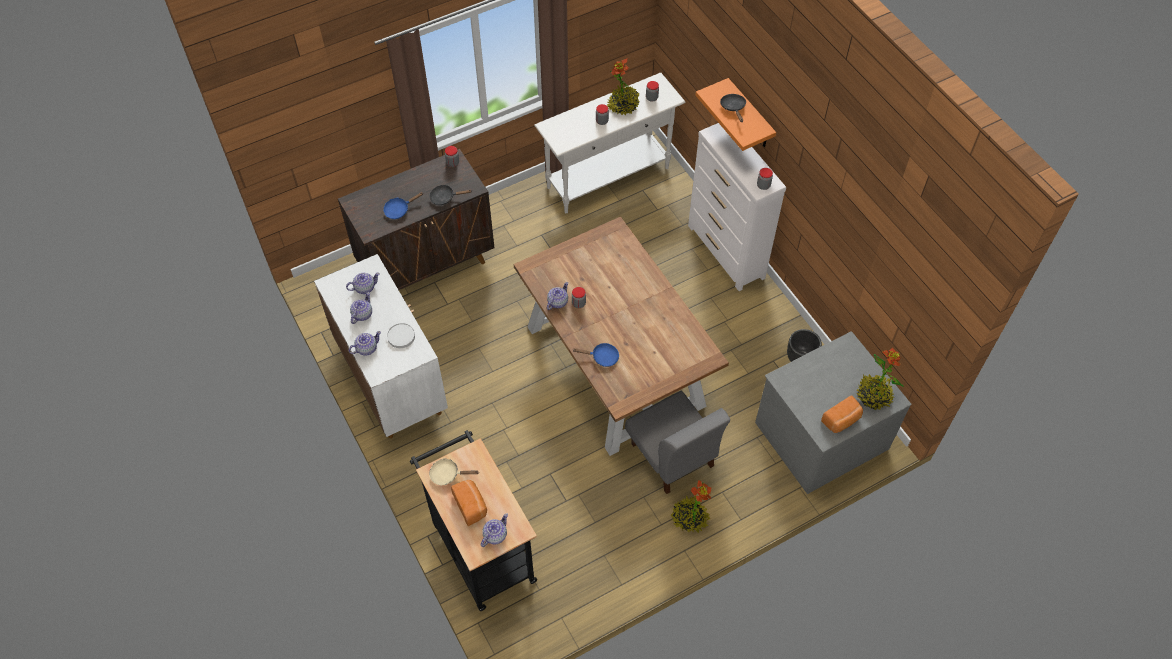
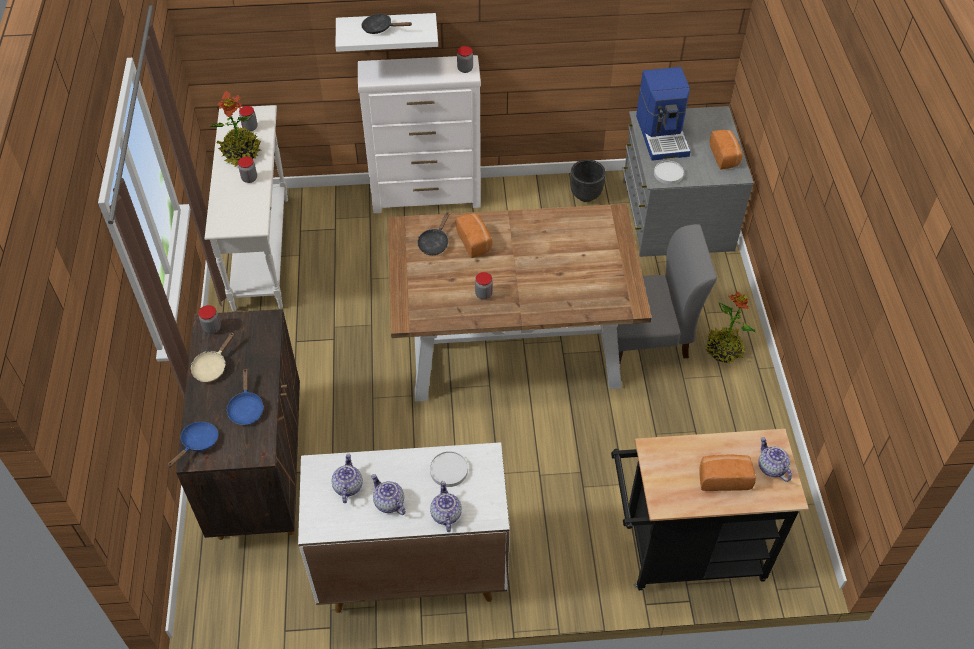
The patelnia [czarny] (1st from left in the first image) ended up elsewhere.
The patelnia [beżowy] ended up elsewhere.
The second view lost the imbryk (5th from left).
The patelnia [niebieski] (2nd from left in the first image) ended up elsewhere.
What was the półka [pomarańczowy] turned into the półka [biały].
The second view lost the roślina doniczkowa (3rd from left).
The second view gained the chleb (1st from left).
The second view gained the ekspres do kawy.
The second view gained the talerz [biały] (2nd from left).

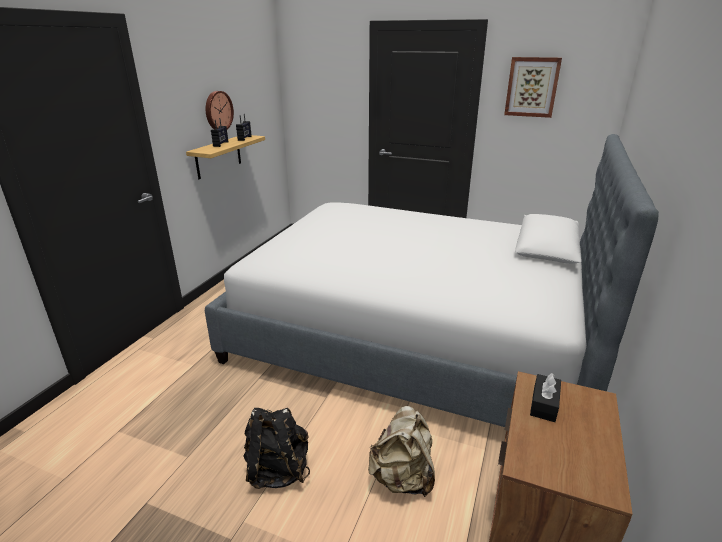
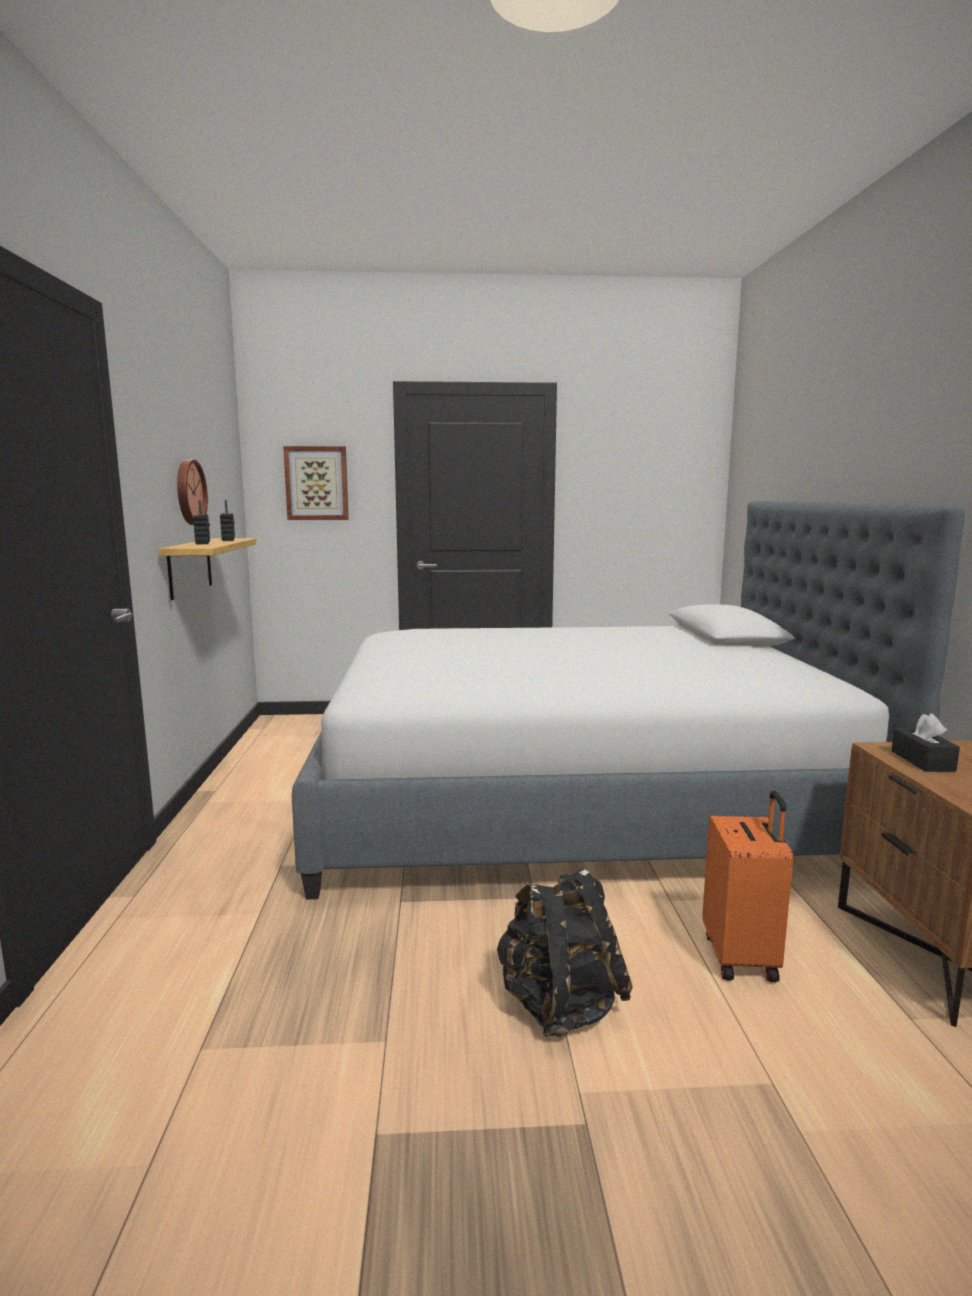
Where the plecak [beżowy] stood, the walizka [pomarańczowy] came to stand.
The obraz ended up elsewhere.

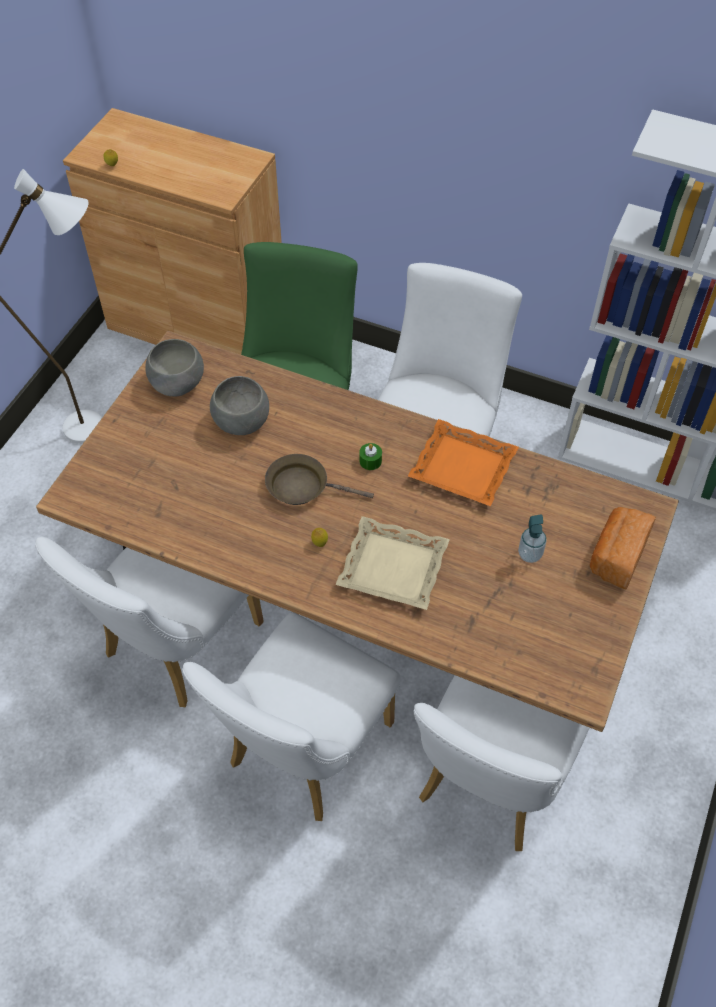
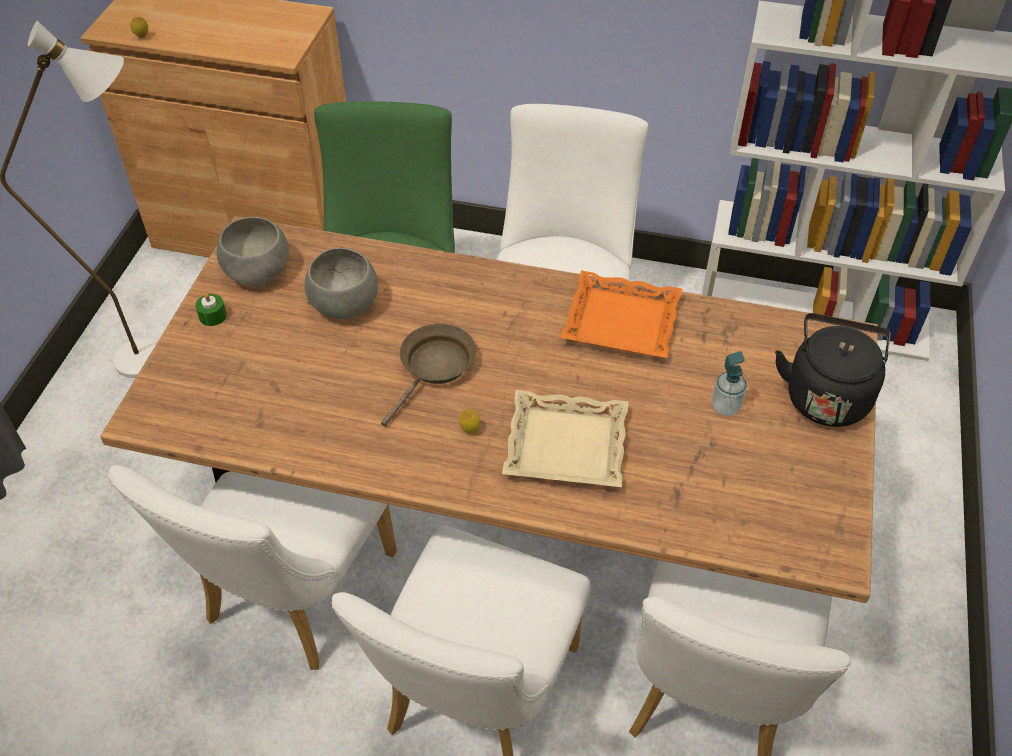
The patelnia [brązowy] ended up facing another way, 120 degrees clockwise from before.
The świeca [zielony] ended up elsewhere.
Where the chleb stood, the czajnik [czarny] came to stand.

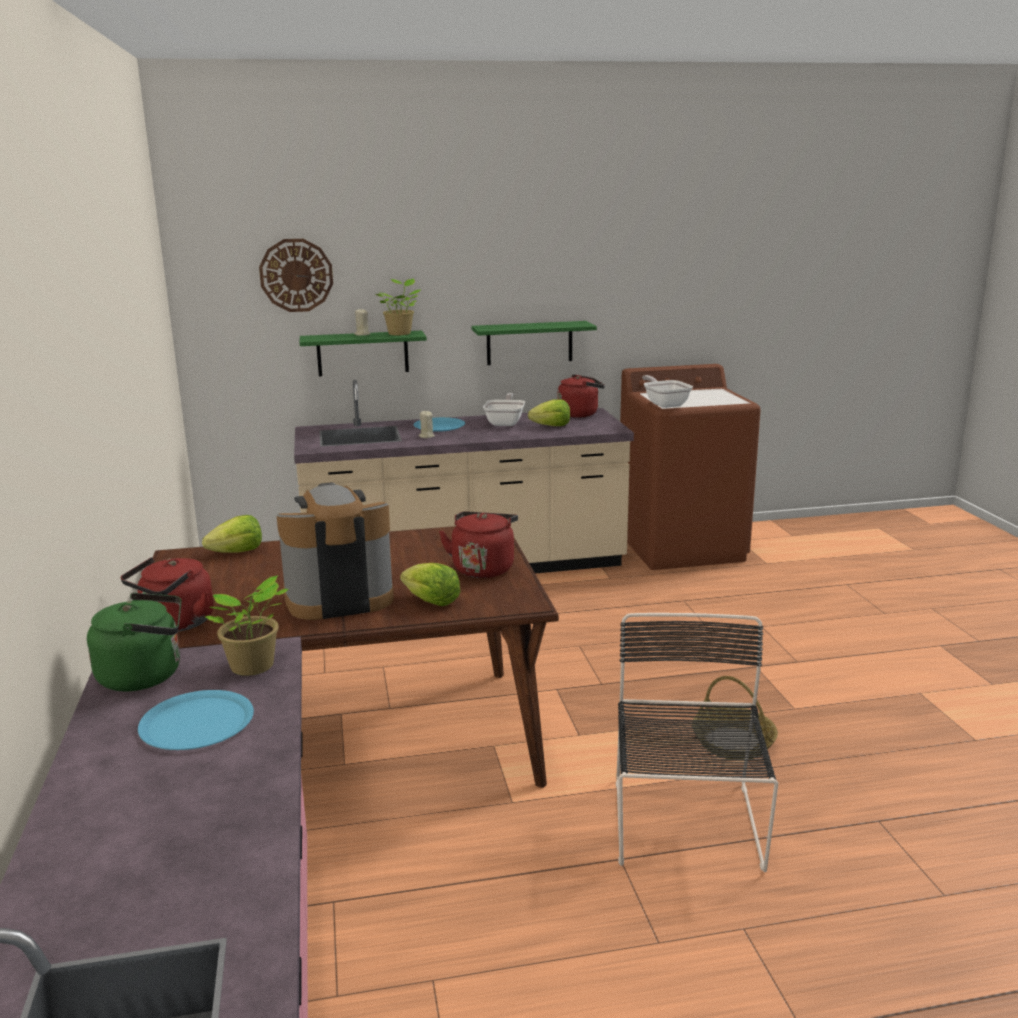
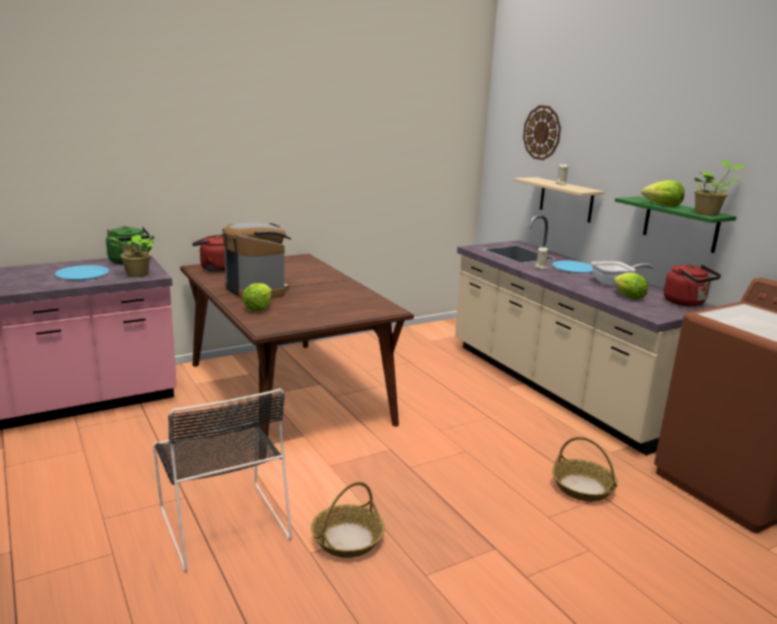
The sałata (1st from left in the first image) ended up elsewhere.
What was the półka [zielony] (1st from left) turned into the półka [beżowy].
The roślina doniczkowa (2nd from left) ended up elsewhere.
The second view lost the czajnik [czerwony] (2nd from left).
The krzesło [czarny] ended up facing another way, 75 degrees clockwise from before.
The second view lost the patelnia (2nd from left).
The second view gained the koszyk (2nd from left).

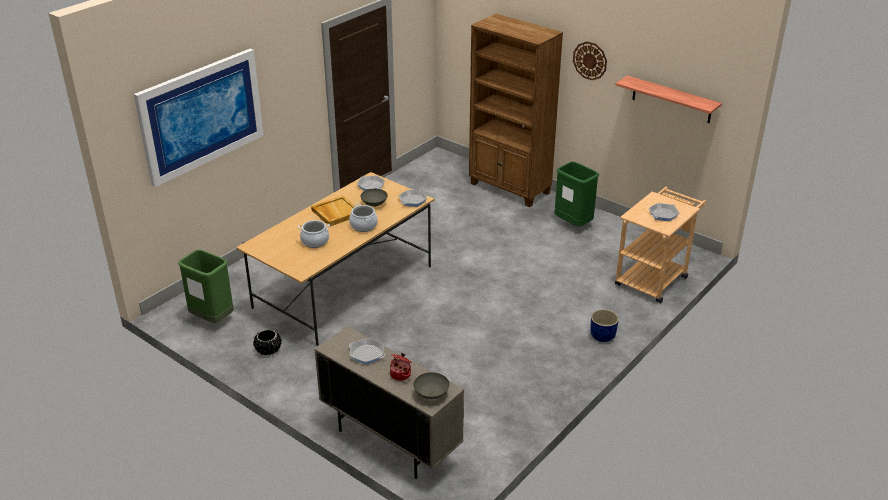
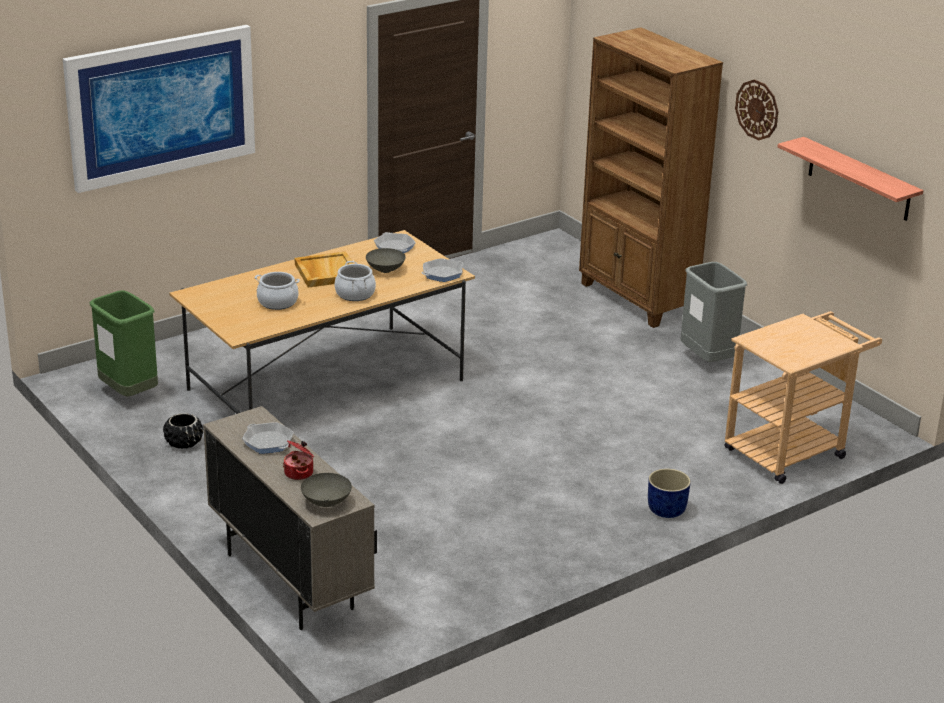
What was the kosz na śmieci [zielony] (2nd from left) turned into the kosz na śmieci [szary].
The second view lost the patelnia (4th from left).

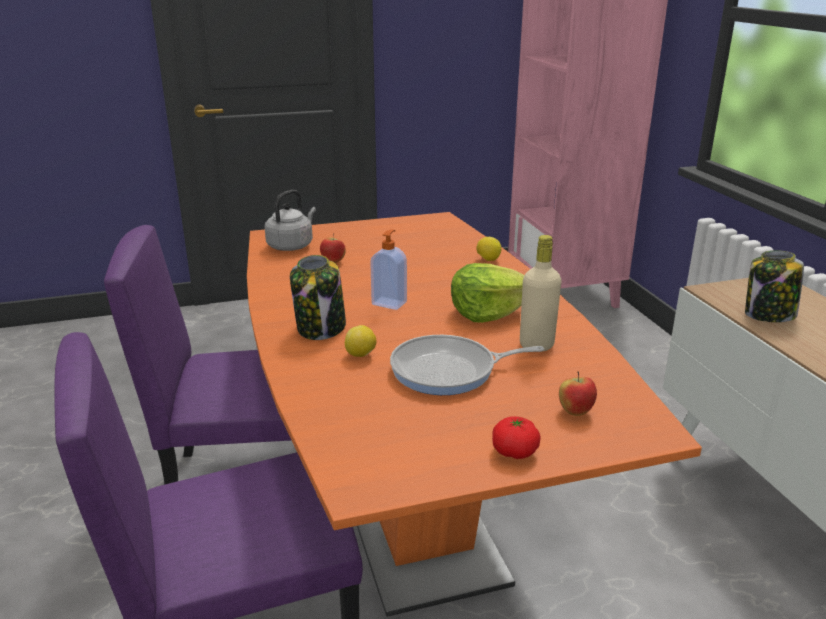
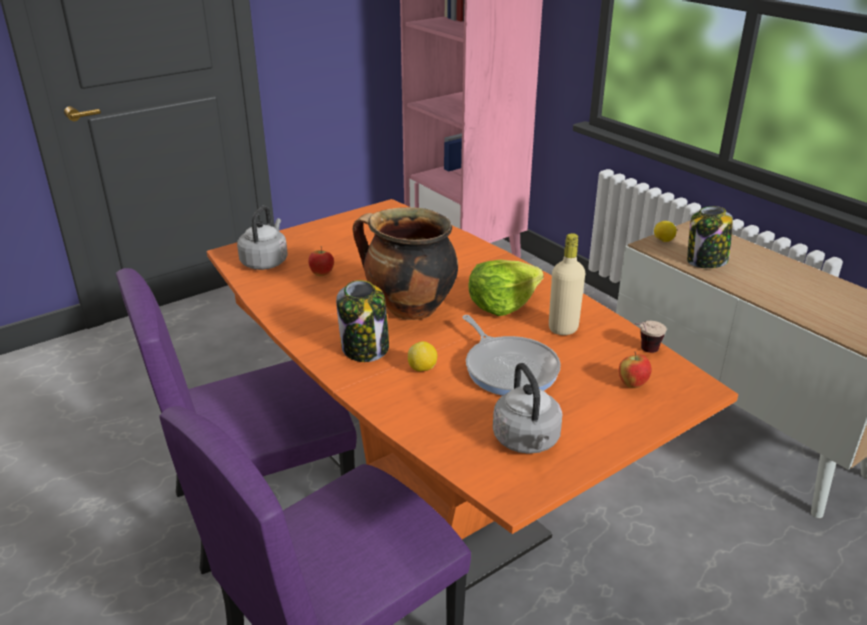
Where the dozownik mydła stood, the garnek came to stand.
The patelnia ended up facing another way, 90 degrees counterclockwise from before.
The cytryna (2nd from left) ended up elsewhere.
The second view lost the pomidor.
The second view gained the czajnik [szary] (2nd from left).
The second view gained the filiżanka.

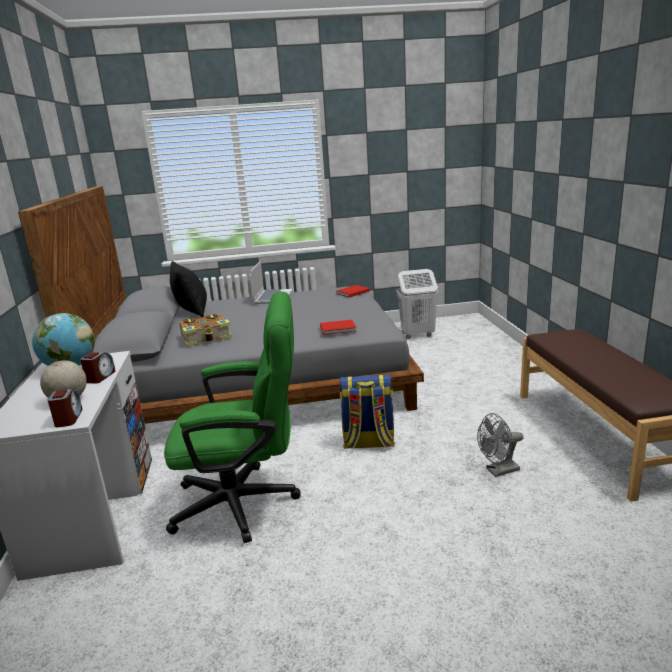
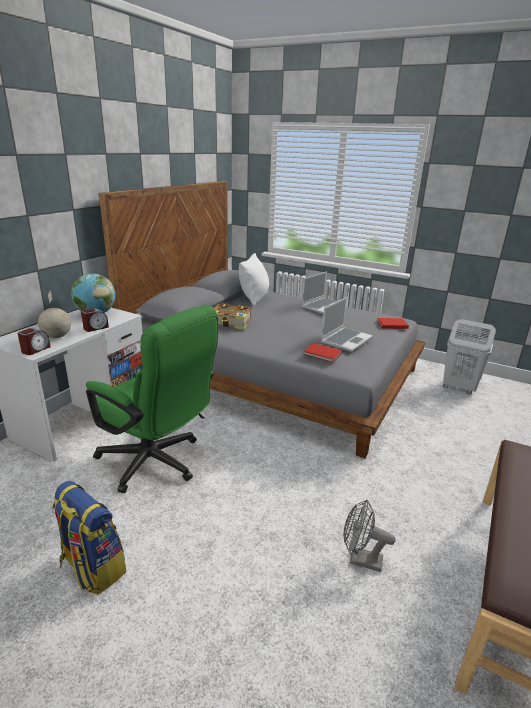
What was the poduszka [czarny] turned into the poduszka [biały].
The plecak ended up elsewhere.
The second view gained the laptop (2nd from left).

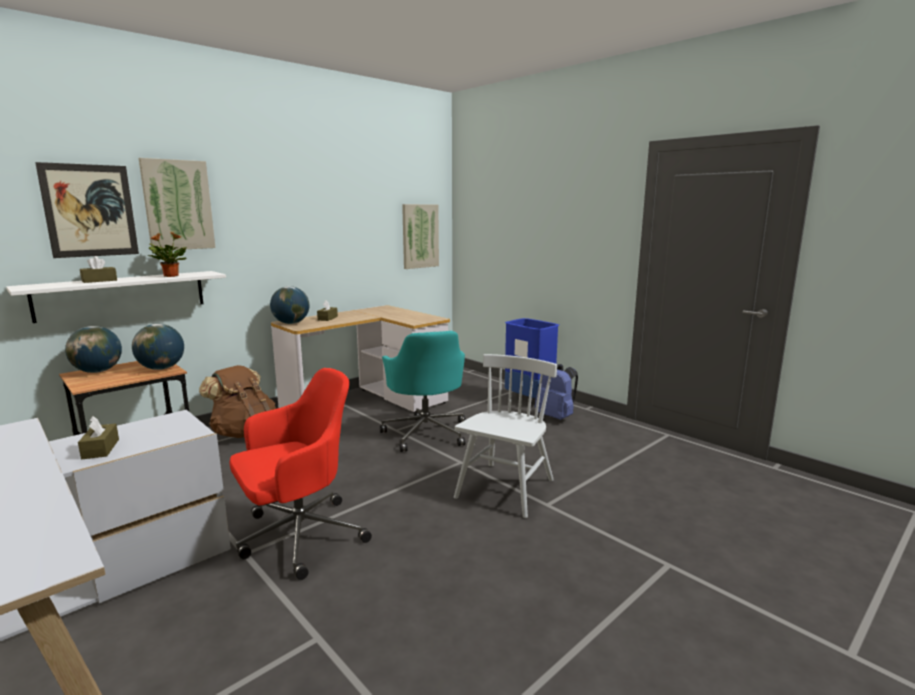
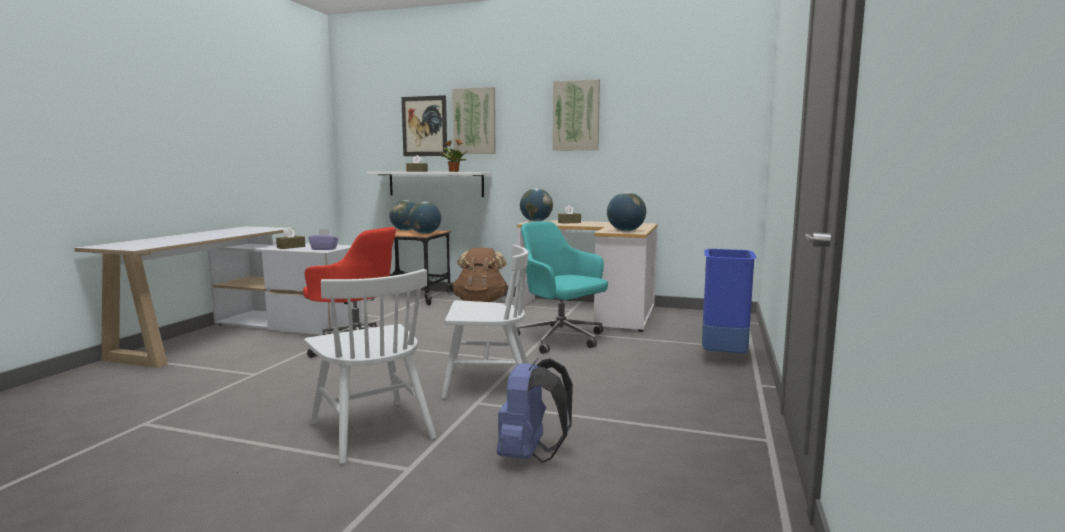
The krzesło biurowe [turkusowy] ended up facing another way, 90 degrees clockwise from before.
The obraz (3rd from left) ended up elsewhere.
The plecak [niebieski] ended up elsewhere.
The second view gained the krzesło [biały] (1st from left).
The second view gained the pudełko chusteczek [fioletowy].
The second view gained the globus (4th from left).

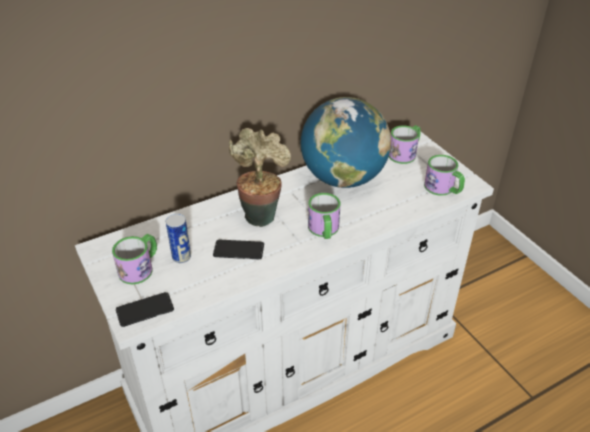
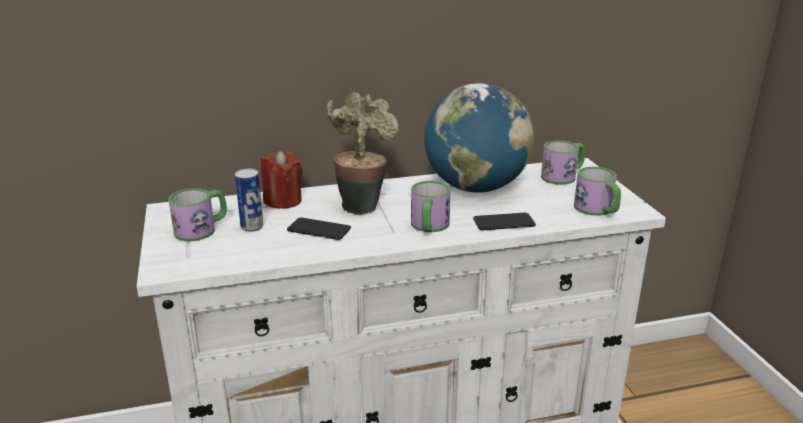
The telefon (1st from left in the first image) ended up elsewhere.
The second view gained the świeca [czerwony].

